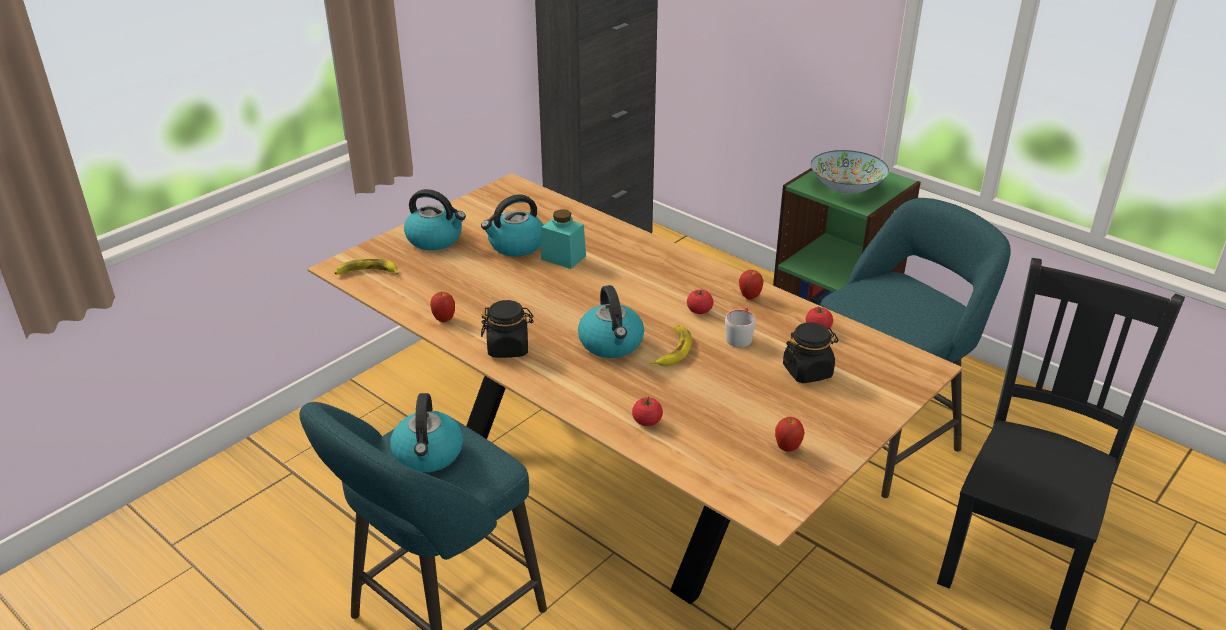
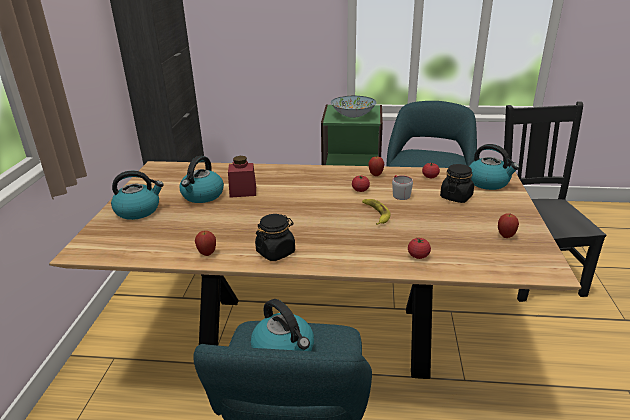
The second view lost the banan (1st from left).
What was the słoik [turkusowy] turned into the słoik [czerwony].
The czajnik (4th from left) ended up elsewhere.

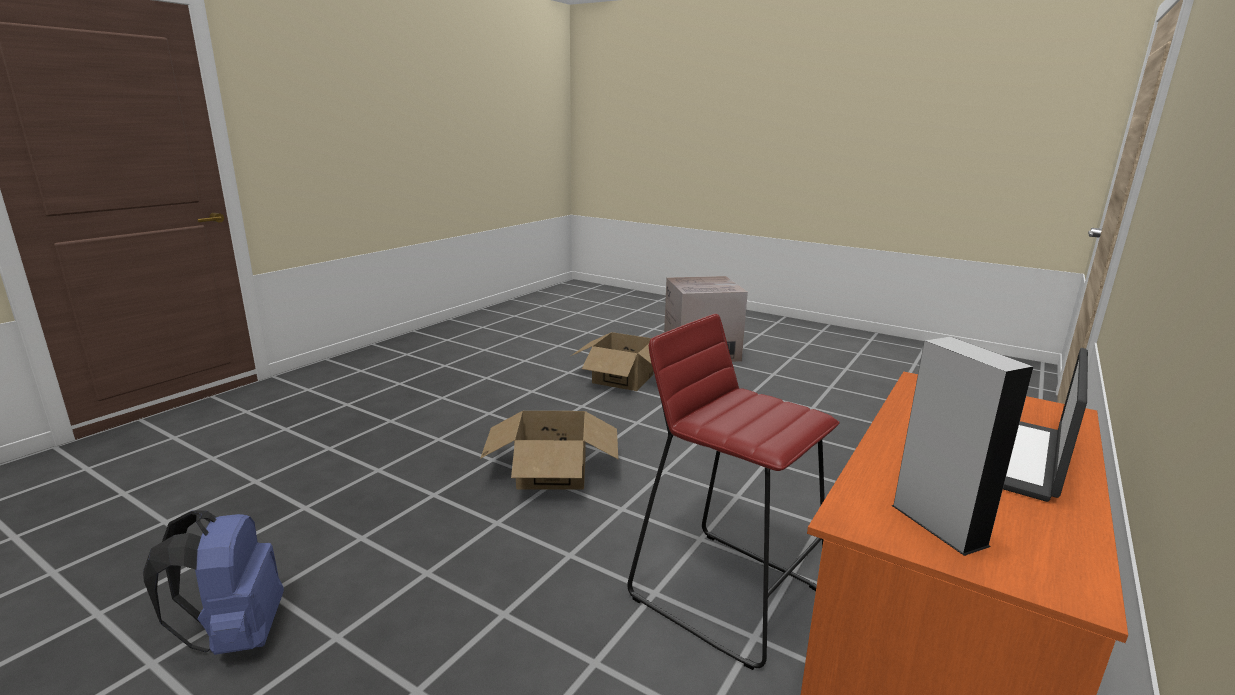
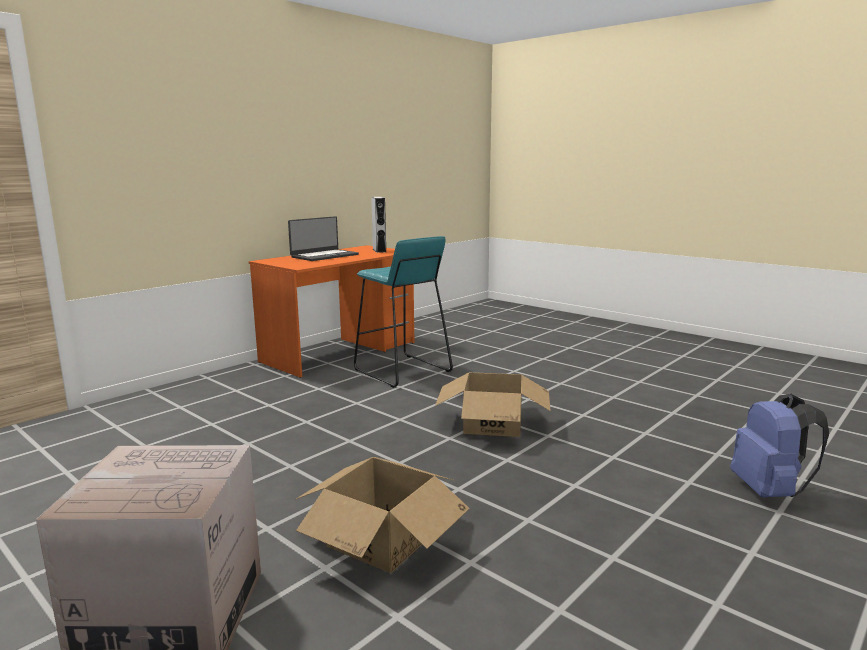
The plecak [niebieski] ended up elsewhere.
What was the stołek [czerwony] turned into the stołek [turkusowy].

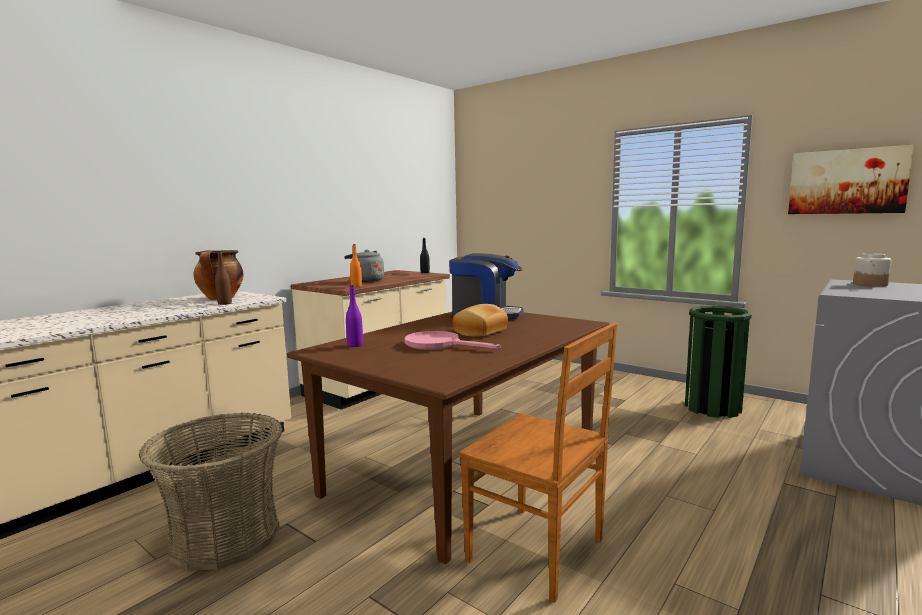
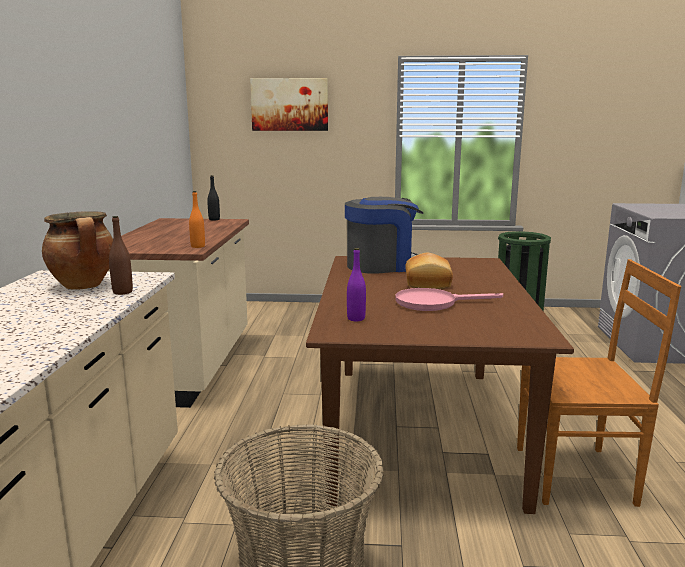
The second view lost the czajnik [szary].
The obraz ended up elsewhere.
The second view lost the słoik.

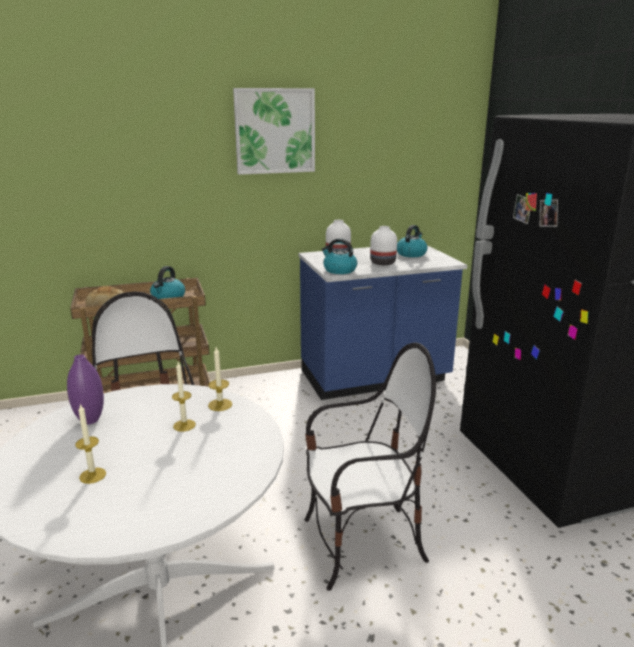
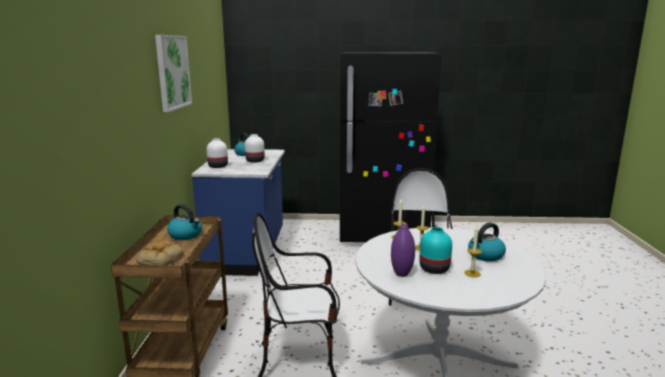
The czajnik (2nd from left in the first image) ended up elsewhere.
The second view gained the wazon [turkusowy].

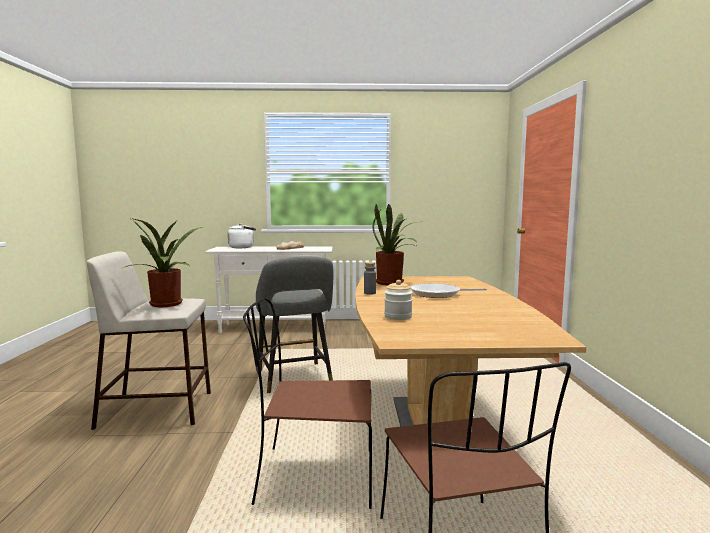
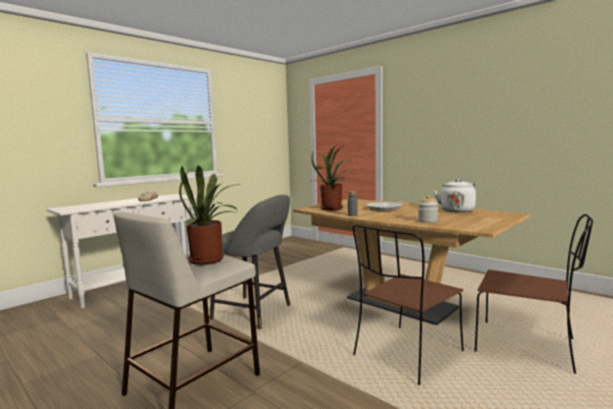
The czajnik [biały] ended up elsewhere.

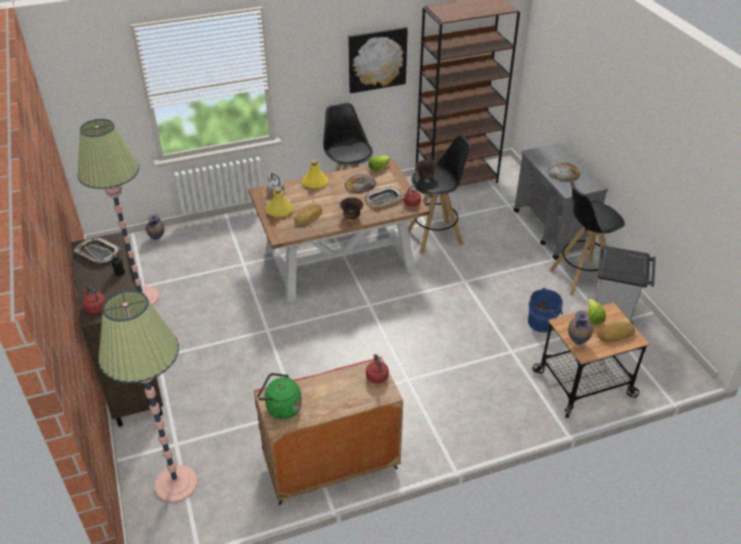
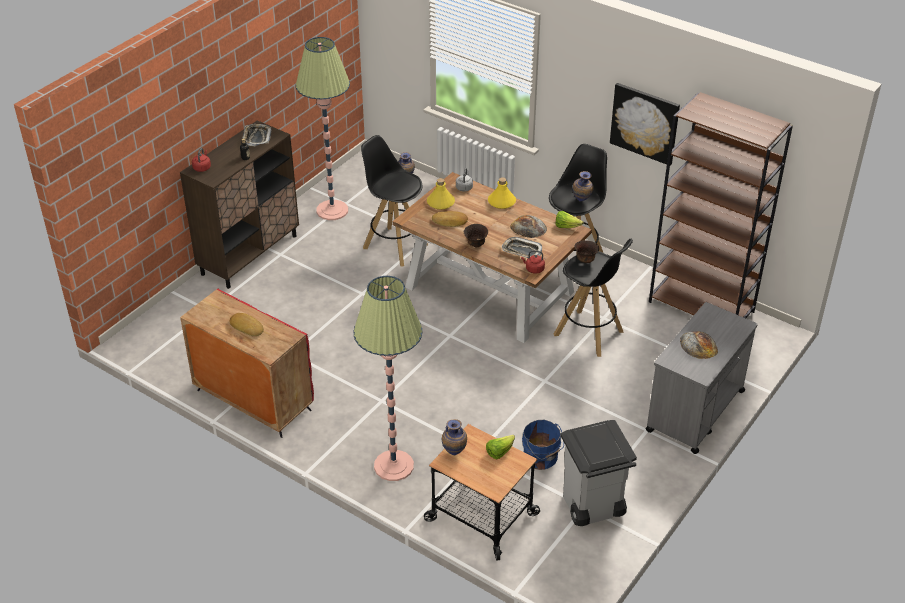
The lampa stojąca (2nd from left) ended up elsewhere.
The second view lost the czajnik [zielony].
The second view lost the czajnik [czerwony] (2nd from left).
The stołek [czarny] (3rd from left in the first image) ended up elsewhere.
The chleb (4th from left in the first image) ended up elsewhere.
The second view gained the wazon (3rd from left).

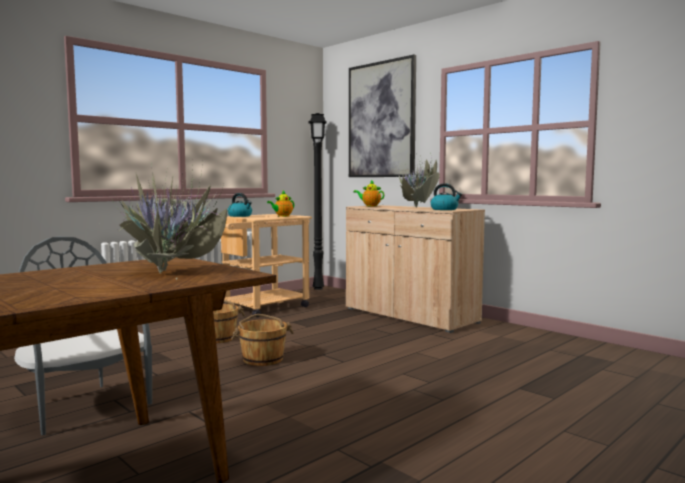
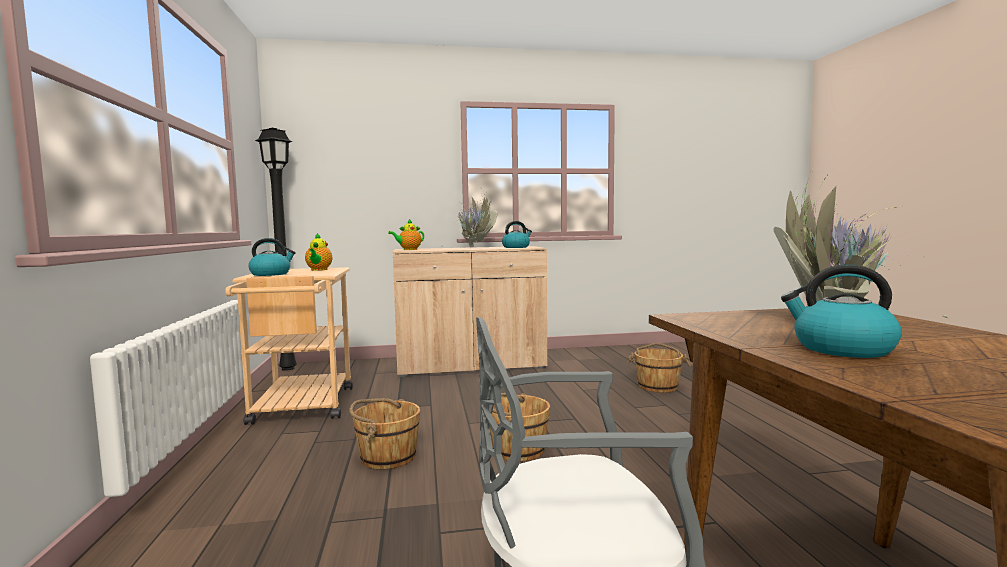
The second view lost the obraz.
The second view gained the wiadro [brązowy] (3rd from left).
The second view gained the czajnik (3rd from left).

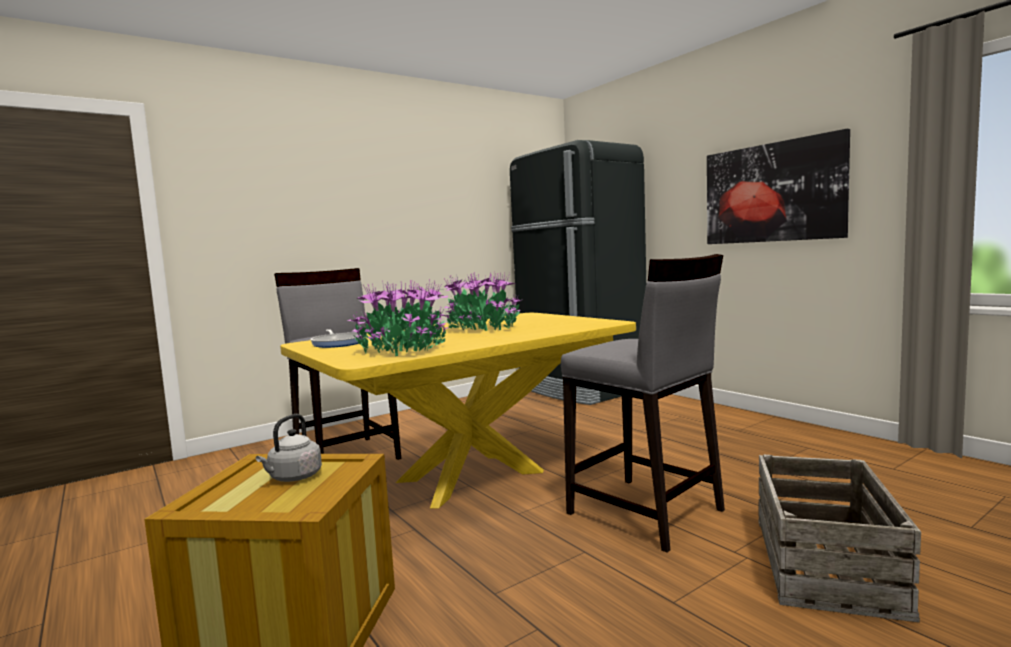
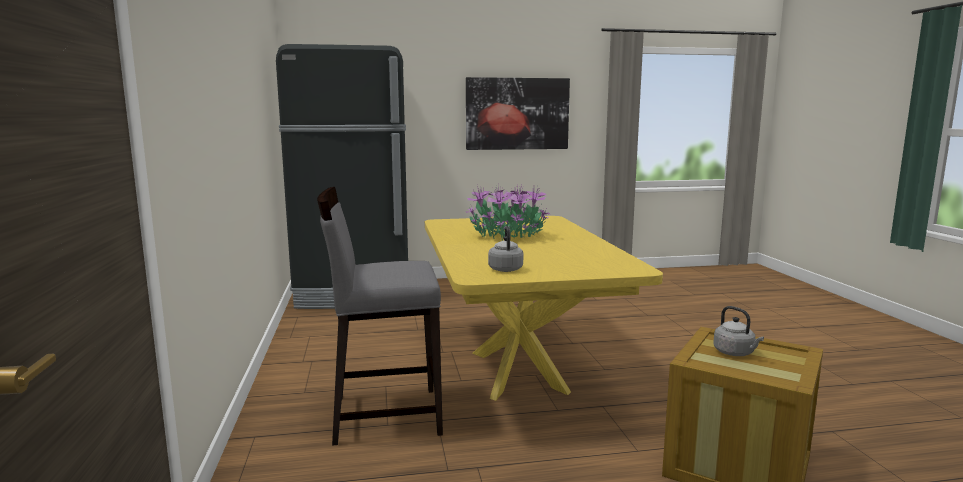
Where the patelnia stood, the czajnik [szary] (1st from left) came to stand.
The second view lost the roślina doniczkowa (1st from left).
The second view lost the stołek [szary] (2nd from left).
The second view lost the skrzynka (2nd from left).

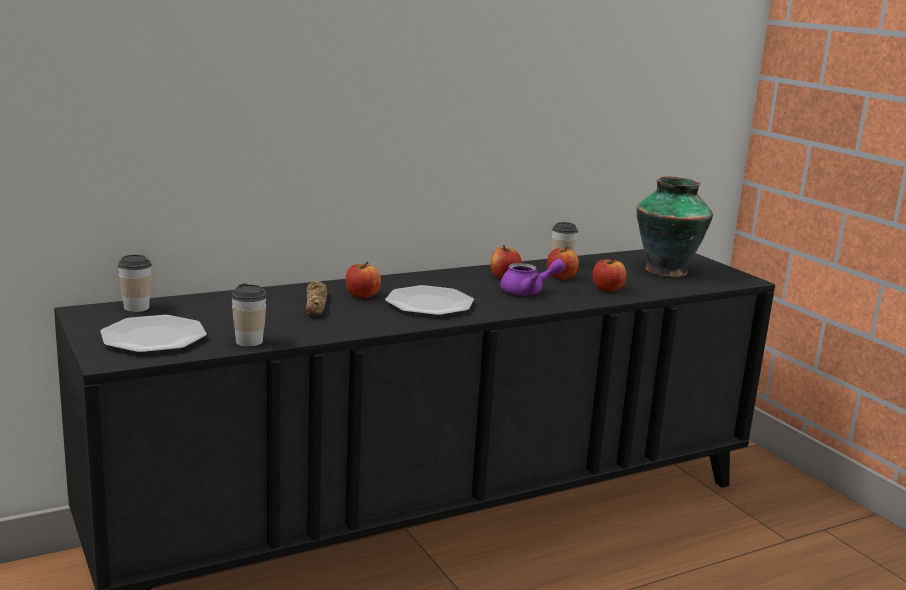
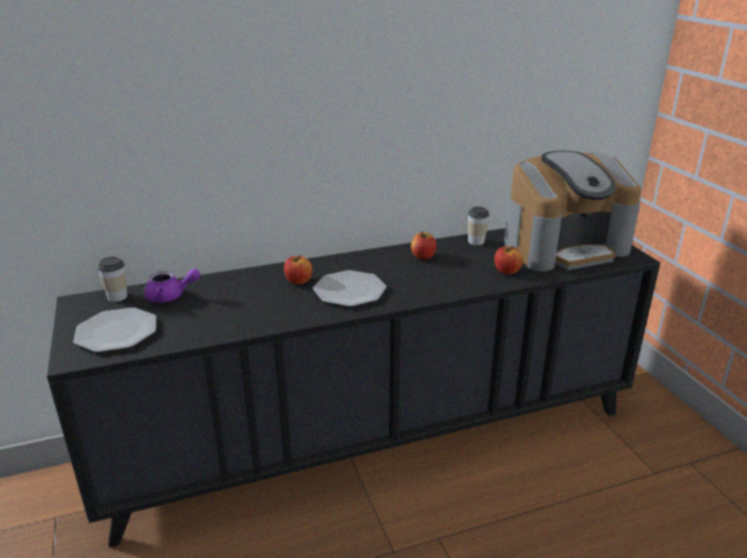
The second view lost the filiżanka (2nd from left).
The second view lost the chleb.
The imbryk [fioletowy] ended up elsewhere.
The second view lost the jabłko (3rd from left).
Where the wazon stood, the ekspres do kawy came to stand.

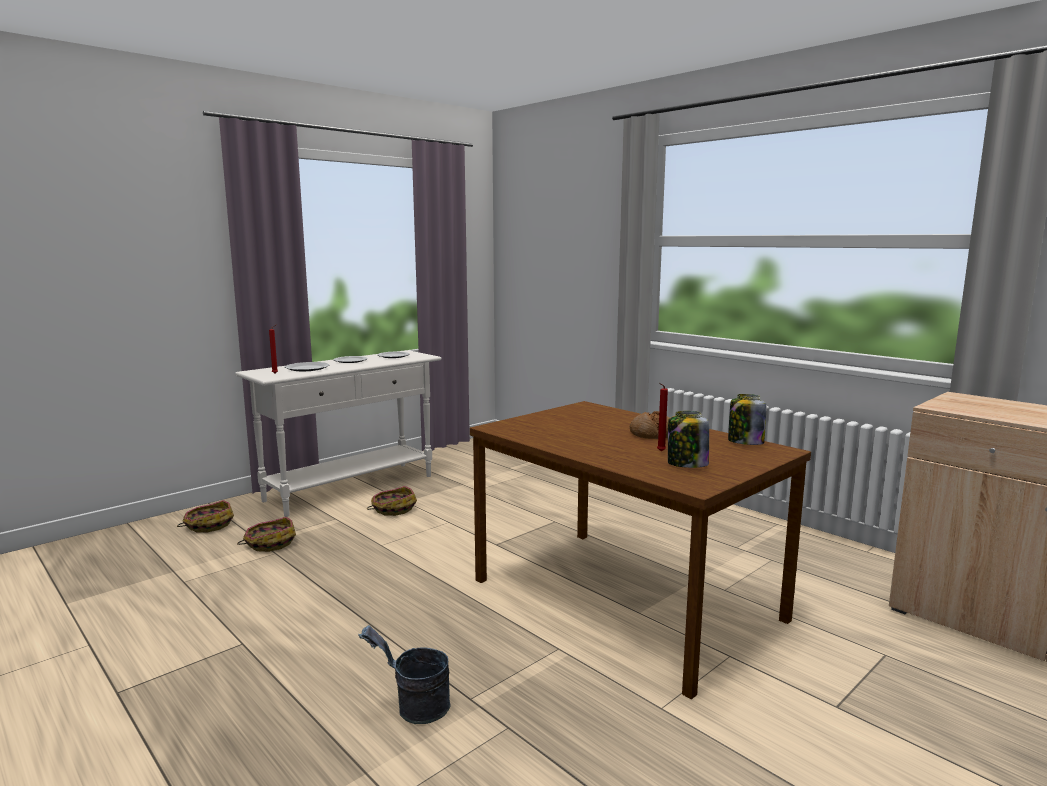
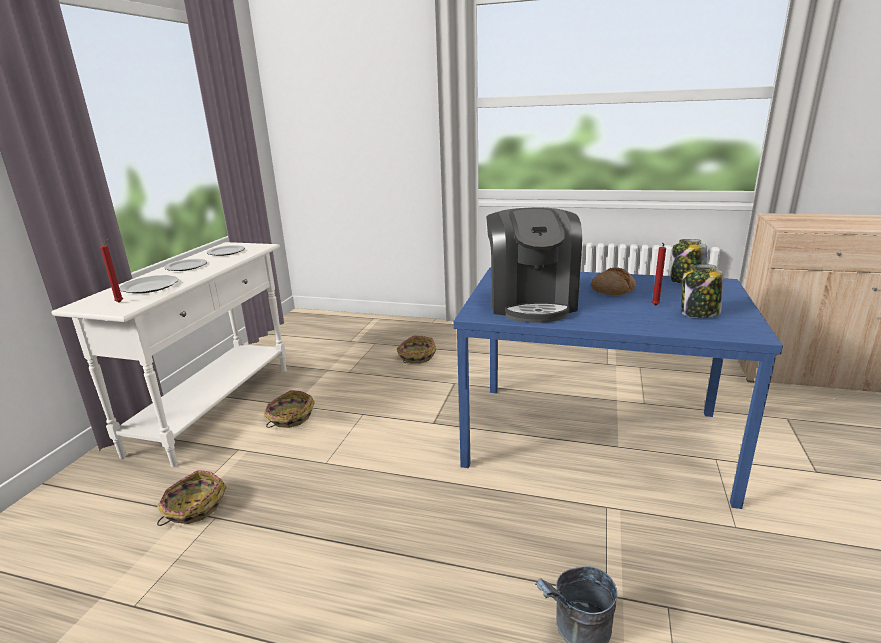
The koszyk (1st from left in the first image) ended up elsewhere.
What was the stół jadalny [brązowy] turned into the stół jadalny [niebieski].
The second view gained the ekspres do kawy.

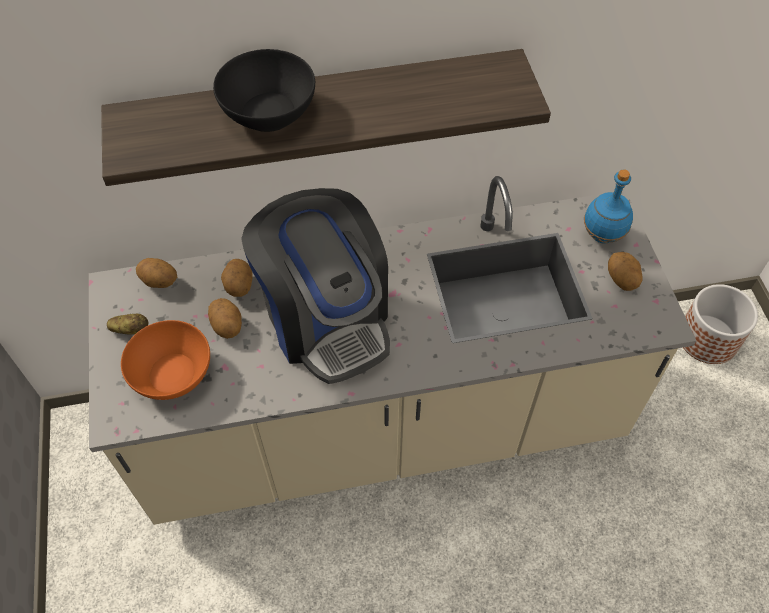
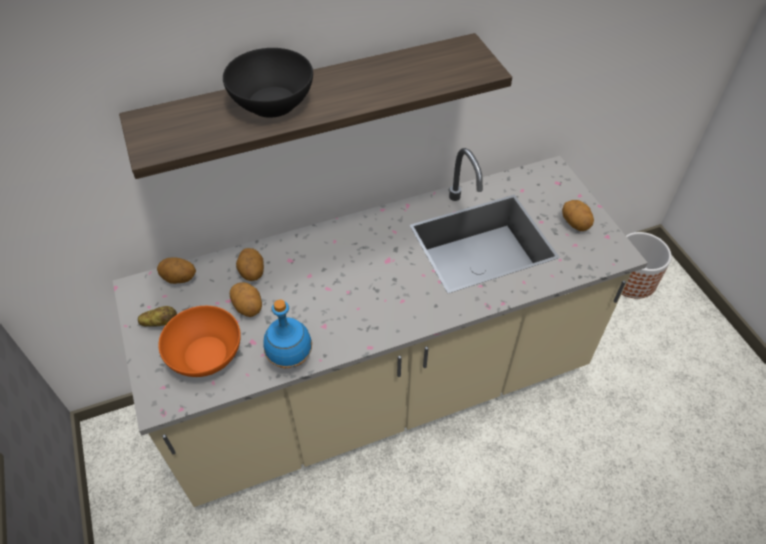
The second view lost the ekspres do kawy.
The butelka [niebieski] ended up elsewhere.

